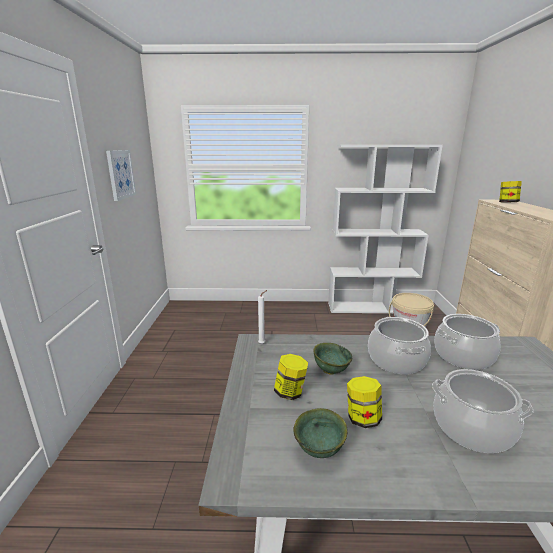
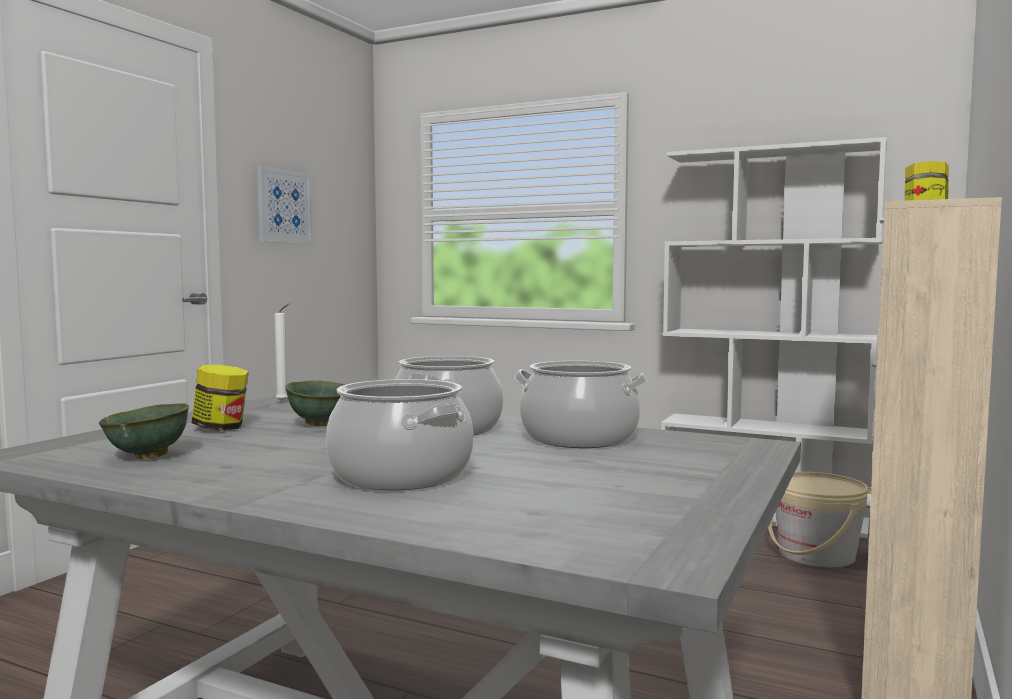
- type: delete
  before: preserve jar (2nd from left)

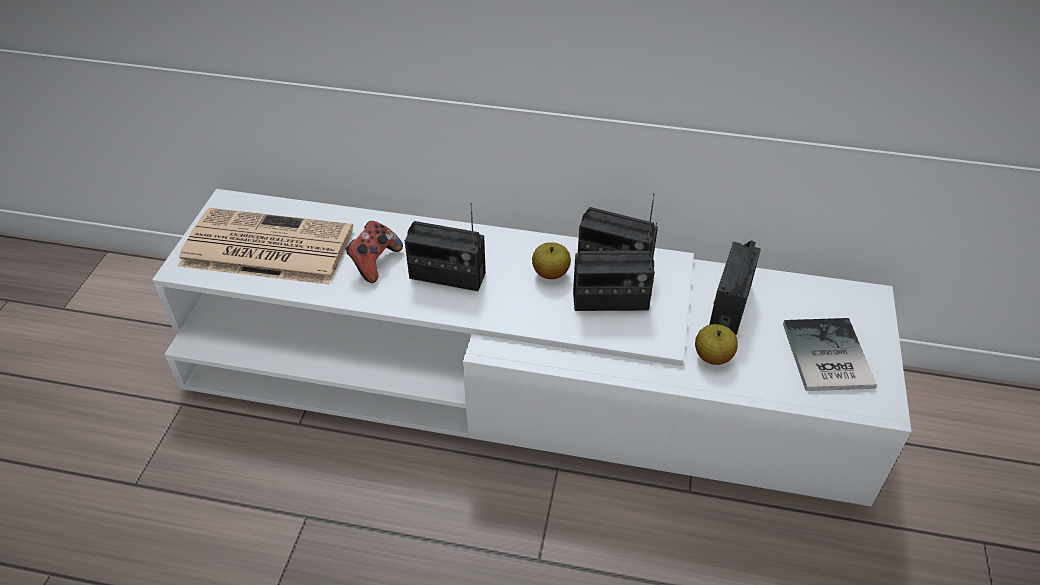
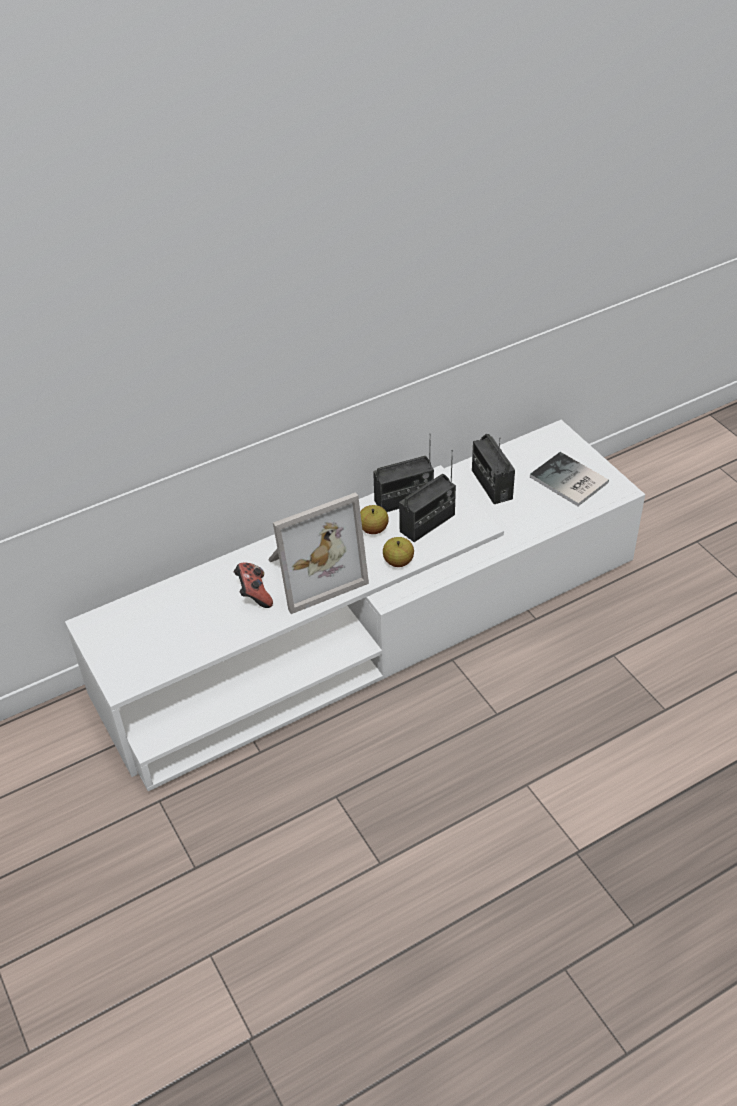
- type: replace
  before: radio receiver (1st from left)
  after: photo frame
- type: delete
  before: newspaper
- type: move
  before: whole apple (2nd from left)

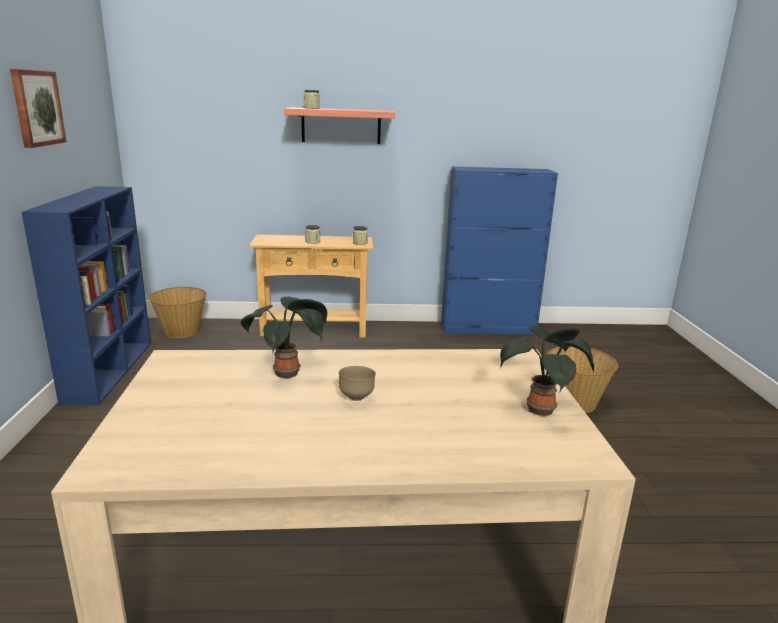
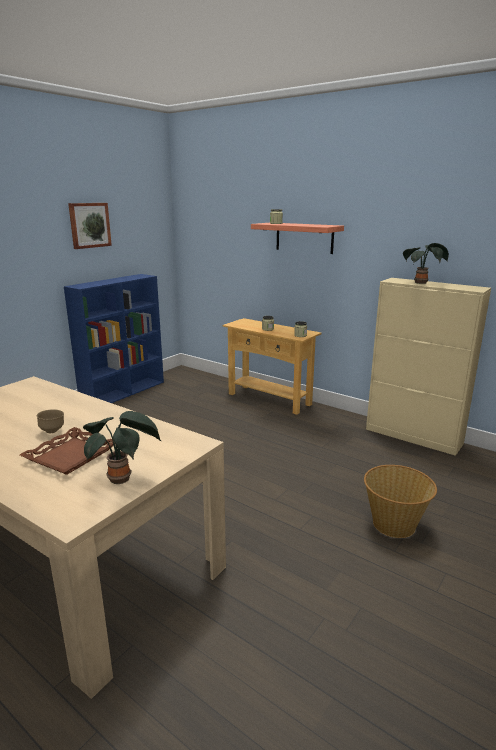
- type: recolor
  before: cupboard in blue
  after: cupboard in sand-coloured
- type: delete
  before: storage basket (1st from left)
- type: move
  before: potted plant (1st from left in the first image)
  after: potted plant (2nd from left)
- type: insert
  after: serving tray in brown-coloured

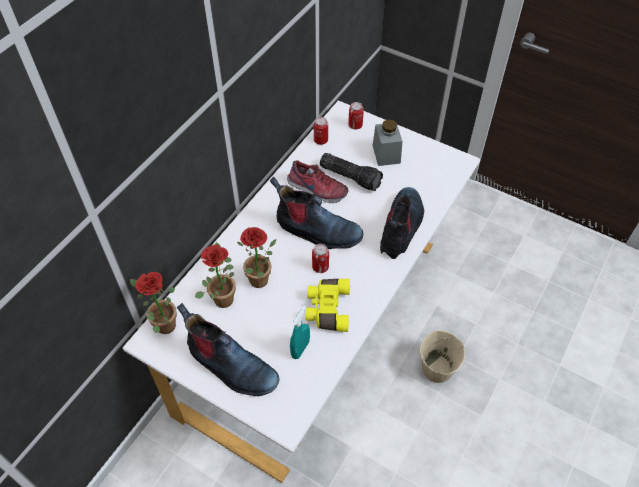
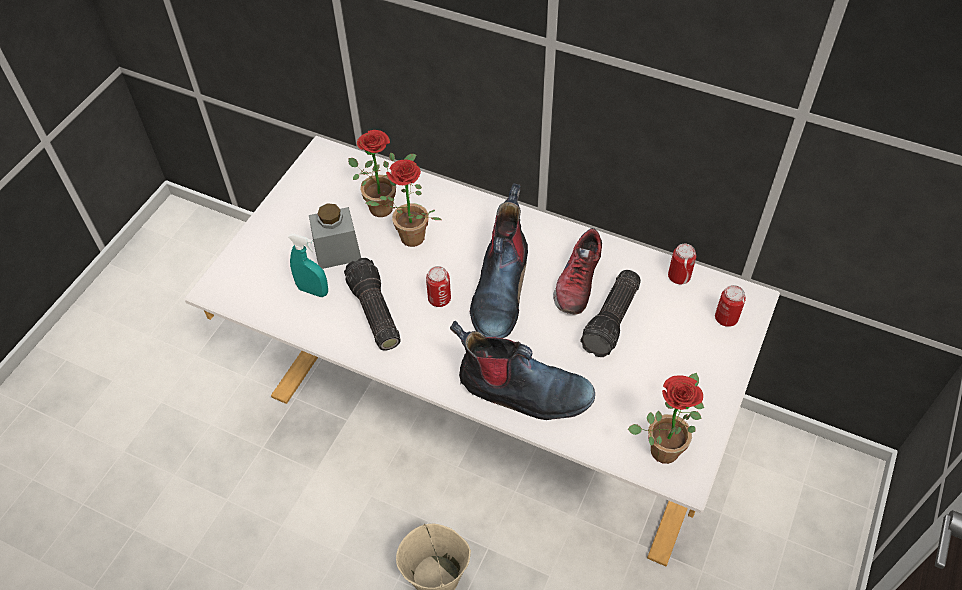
- type: move
  before: preserve jar in grey
- type: move
  before: potted plant (1st from left in the first image)
  after: potted plant (3rd from left)
- type: replace
  before: field glasses in yellowish
  after: hand torch (1st from left)
- type: delete
  before: tall boot (1st from left)

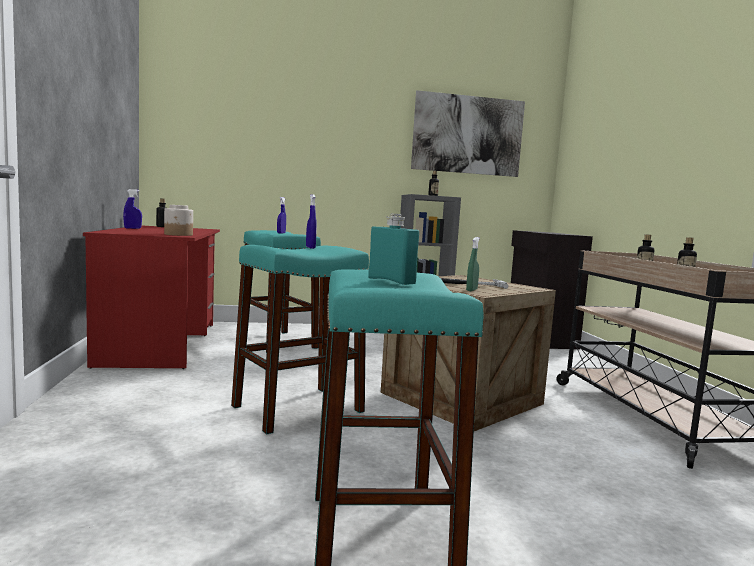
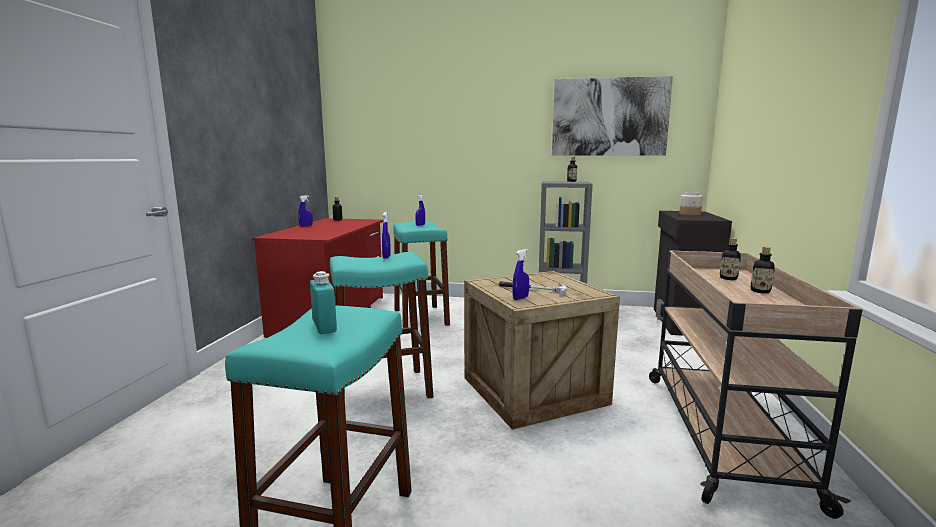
- type: move
  before: preserve jar
- type: recolor
  before: sprayer in green
  after: sprayer in blue (4th from left)

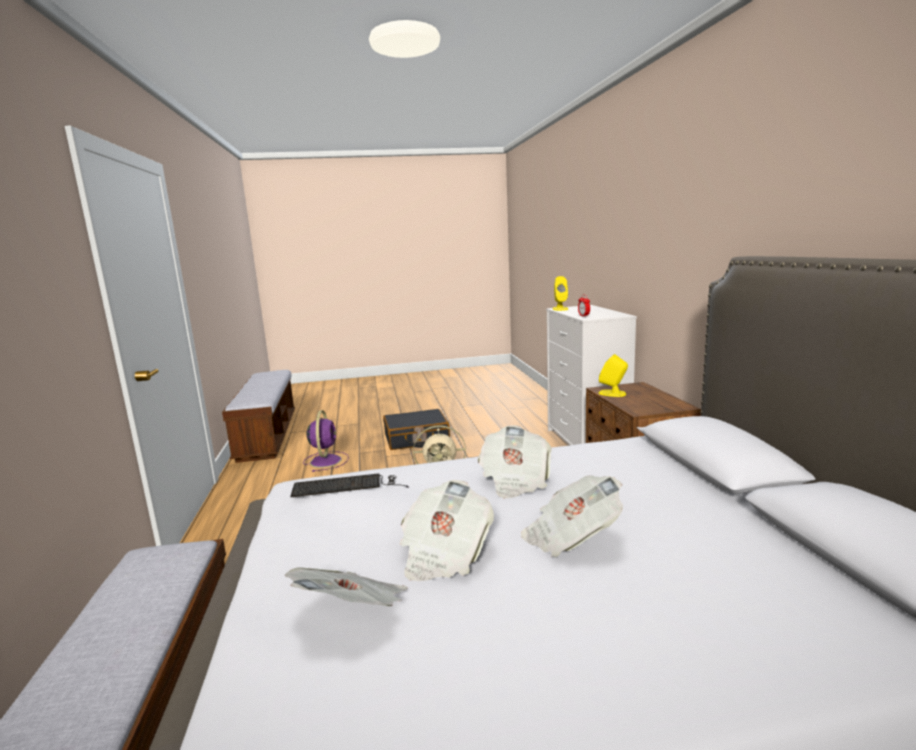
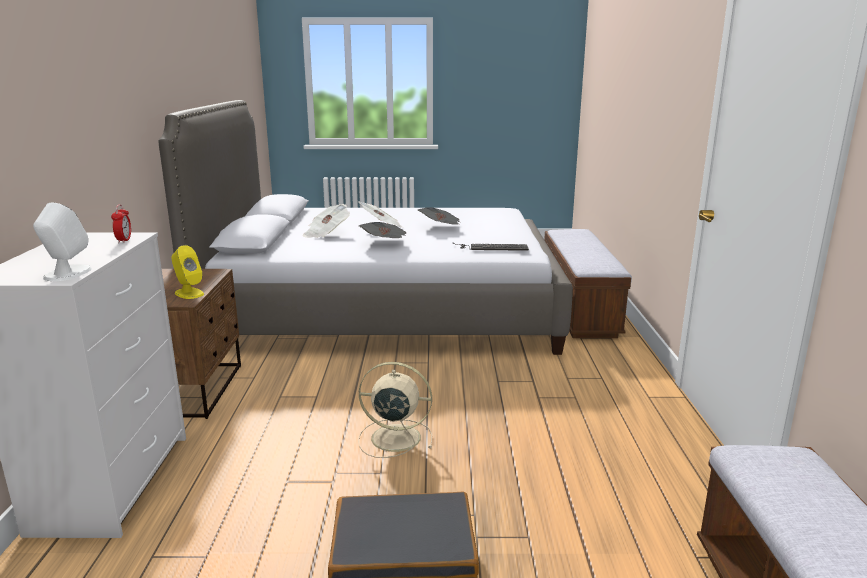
- type: recolor
  before: speaker in yellowish (1st from left)
  after: speaker in white-coloured
- type: delete
  before: fan in purplish
- type: move
  before: newspaper (1st from left)

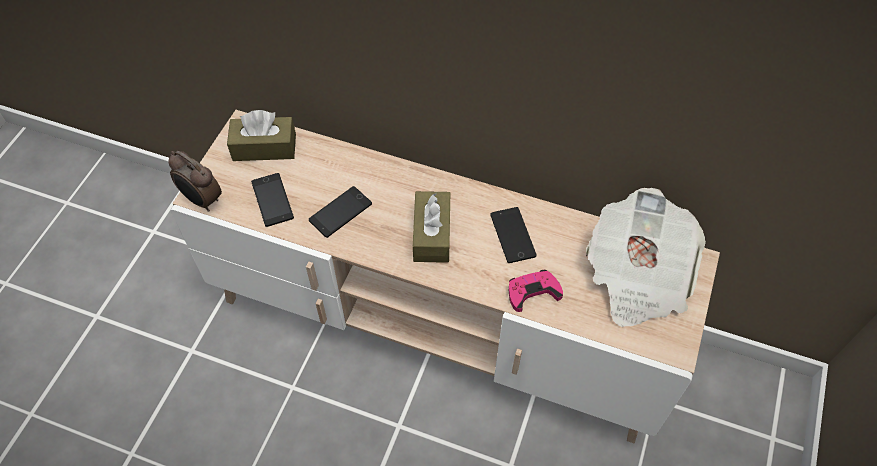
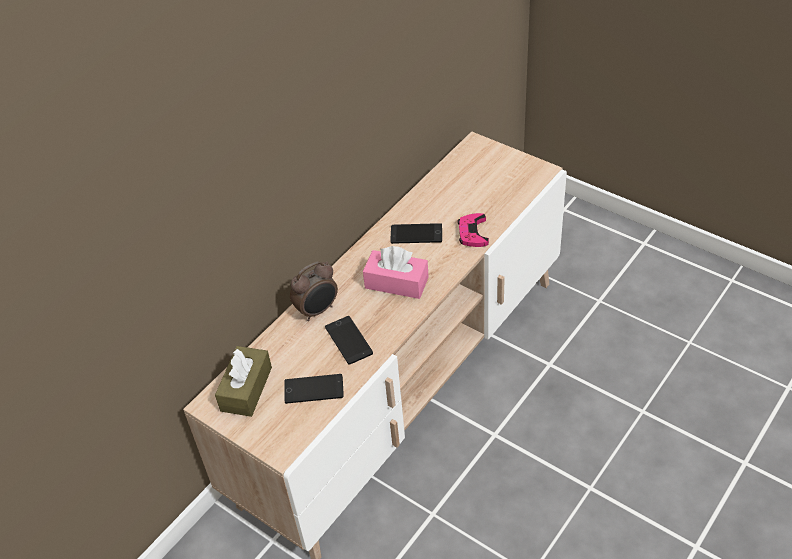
- type: move
  before: bedside clock
- type: delete
  before: newspaper
- type: recolor
  before: tissue holder in brown-coloured (2nd from left)
  after: tissue holder in pink-coloured

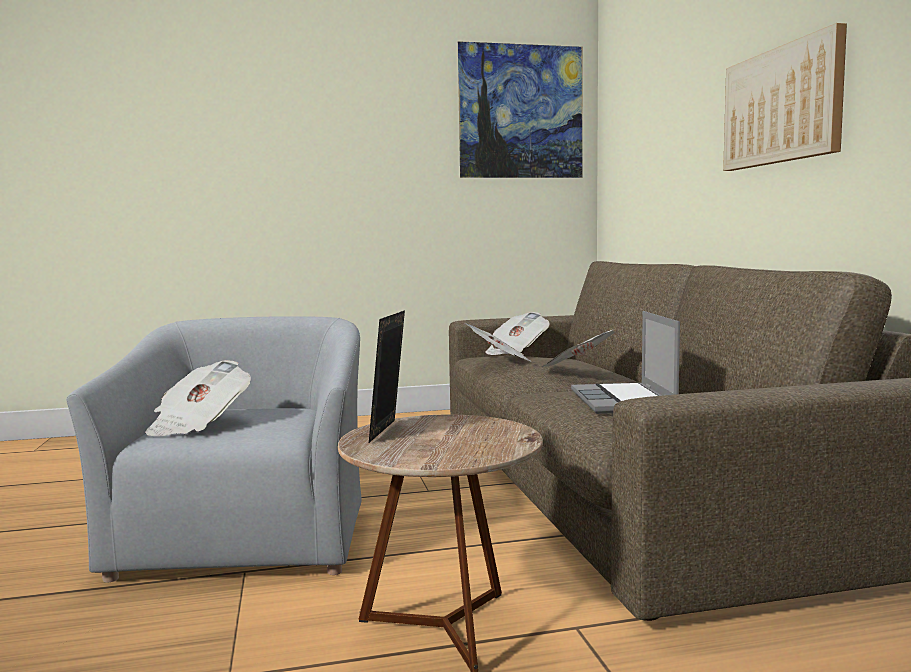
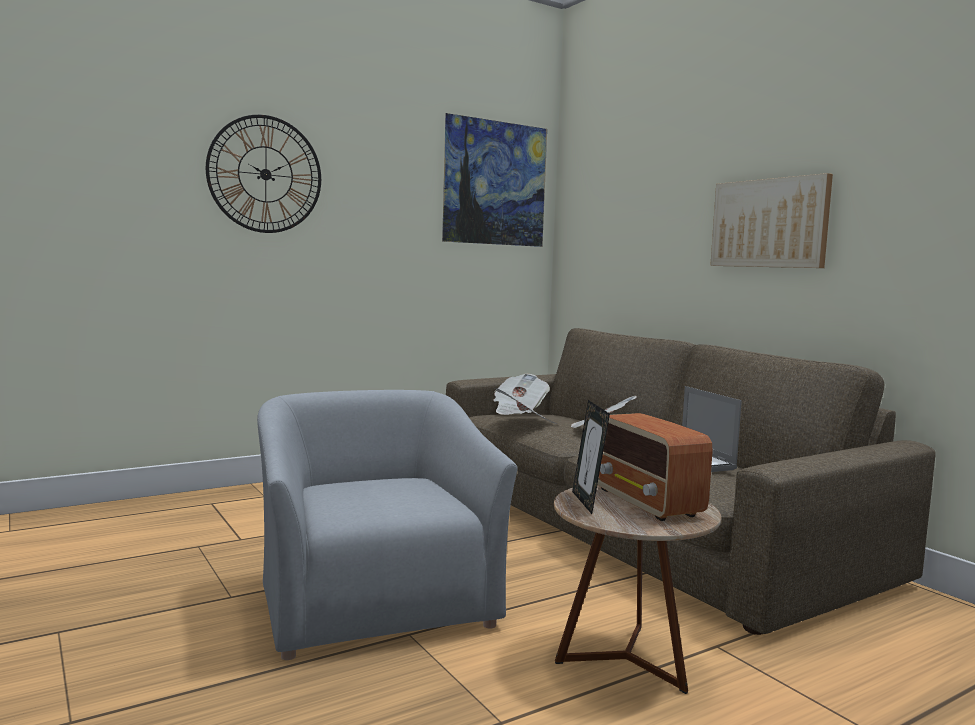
- type: delete
  before: newspaper (1st from left)
- type: insert
  after: clock on the wall
- type: insert
  after: radio receiver

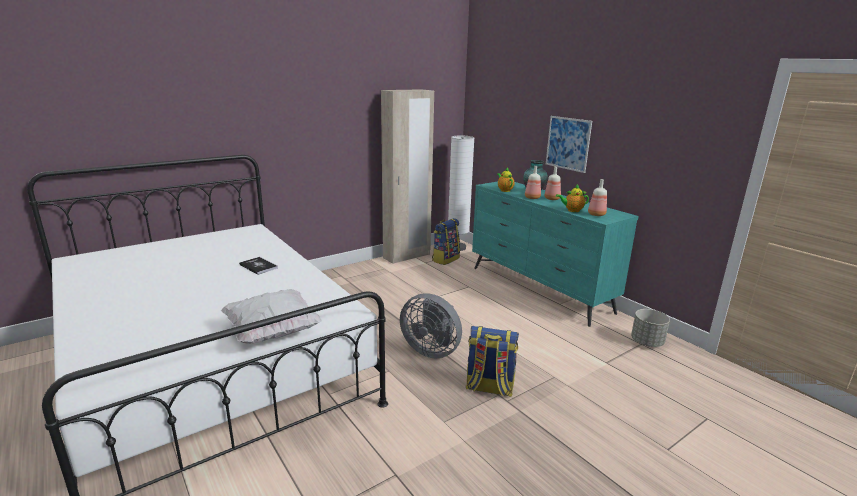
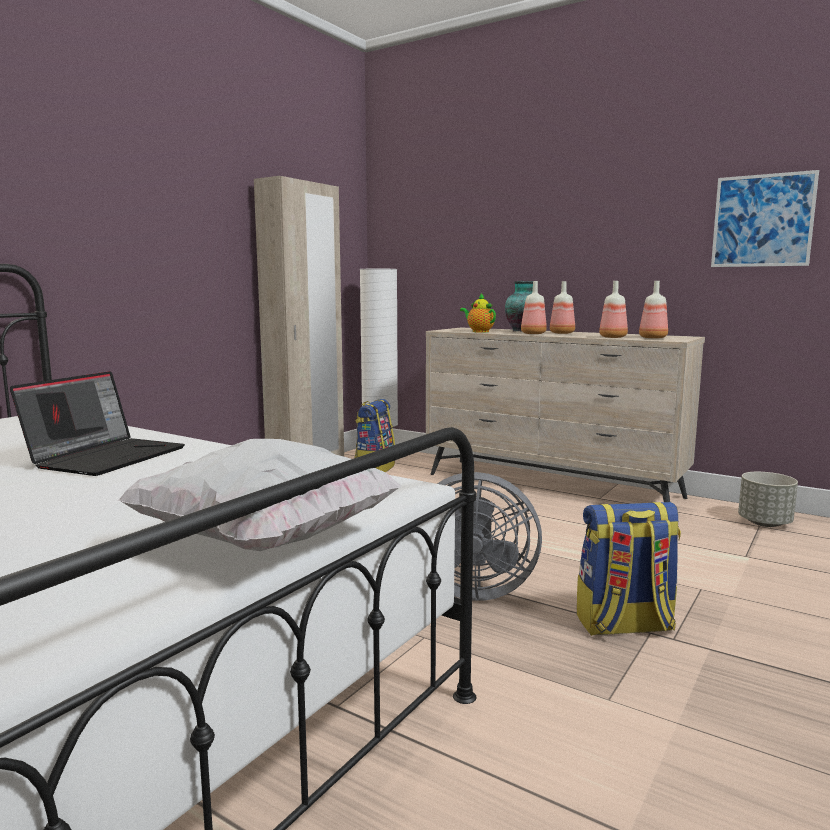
- type: move
  before: wall picture
- type: recolor
  before: drawer chest in turquoise-coloured
  after: drawer chest in sand-coloured
- type: replace
  before: teapot (2nd from left)
  after: beverage bottle (3rd from left)
- type: replace
  before: bound book
  after: portable computer

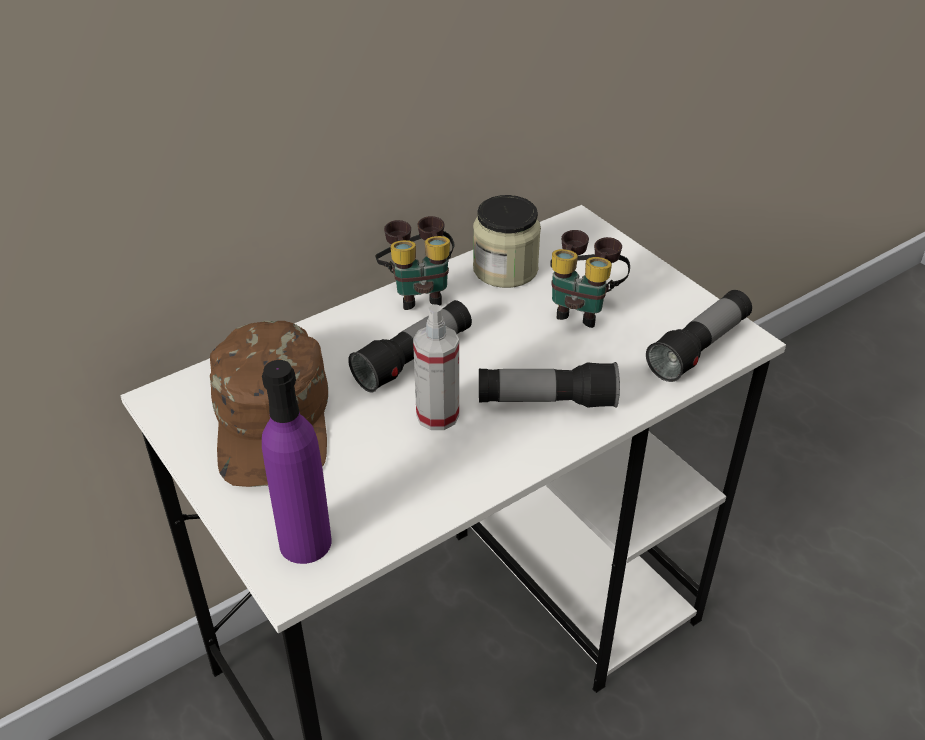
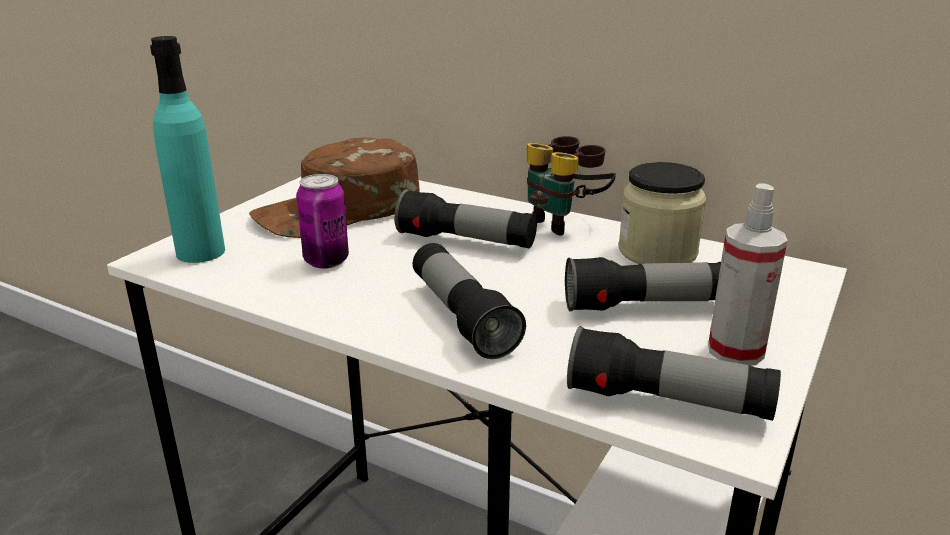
- type: replace
  before: field glasses (2nd from left)
  after: hand torch (3rd from left)
- type: move
  before: sprayer
- type: recolor
  before: beverage bottle in purplish
  after: beverage bottle in turquoise-coloured
- type: insert
  after: sealed can

